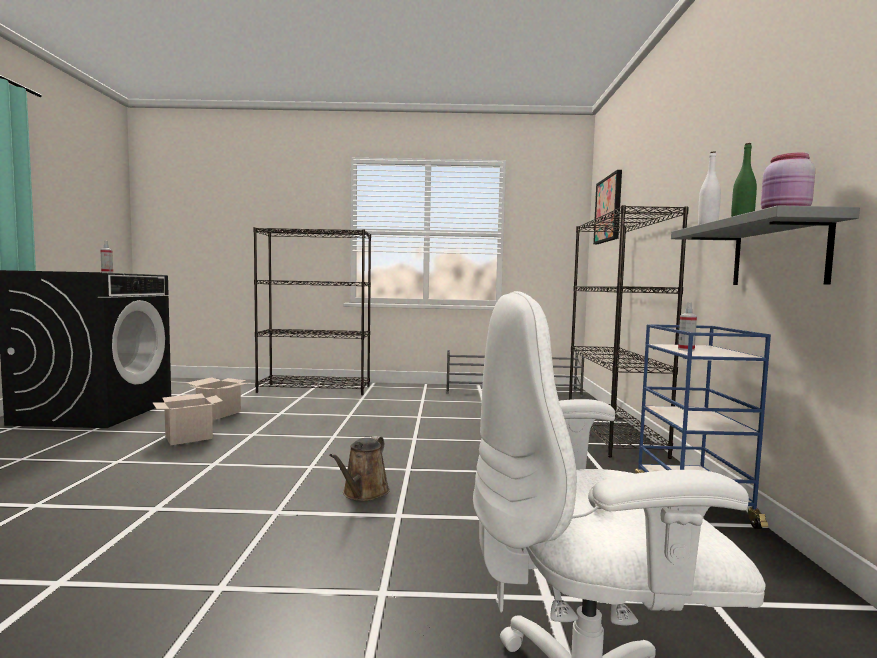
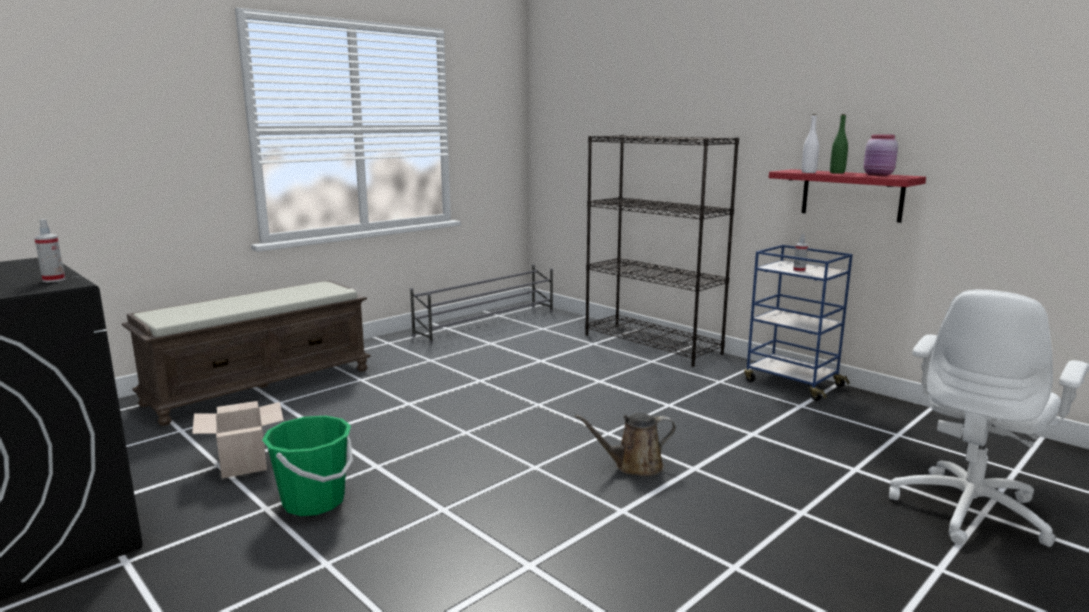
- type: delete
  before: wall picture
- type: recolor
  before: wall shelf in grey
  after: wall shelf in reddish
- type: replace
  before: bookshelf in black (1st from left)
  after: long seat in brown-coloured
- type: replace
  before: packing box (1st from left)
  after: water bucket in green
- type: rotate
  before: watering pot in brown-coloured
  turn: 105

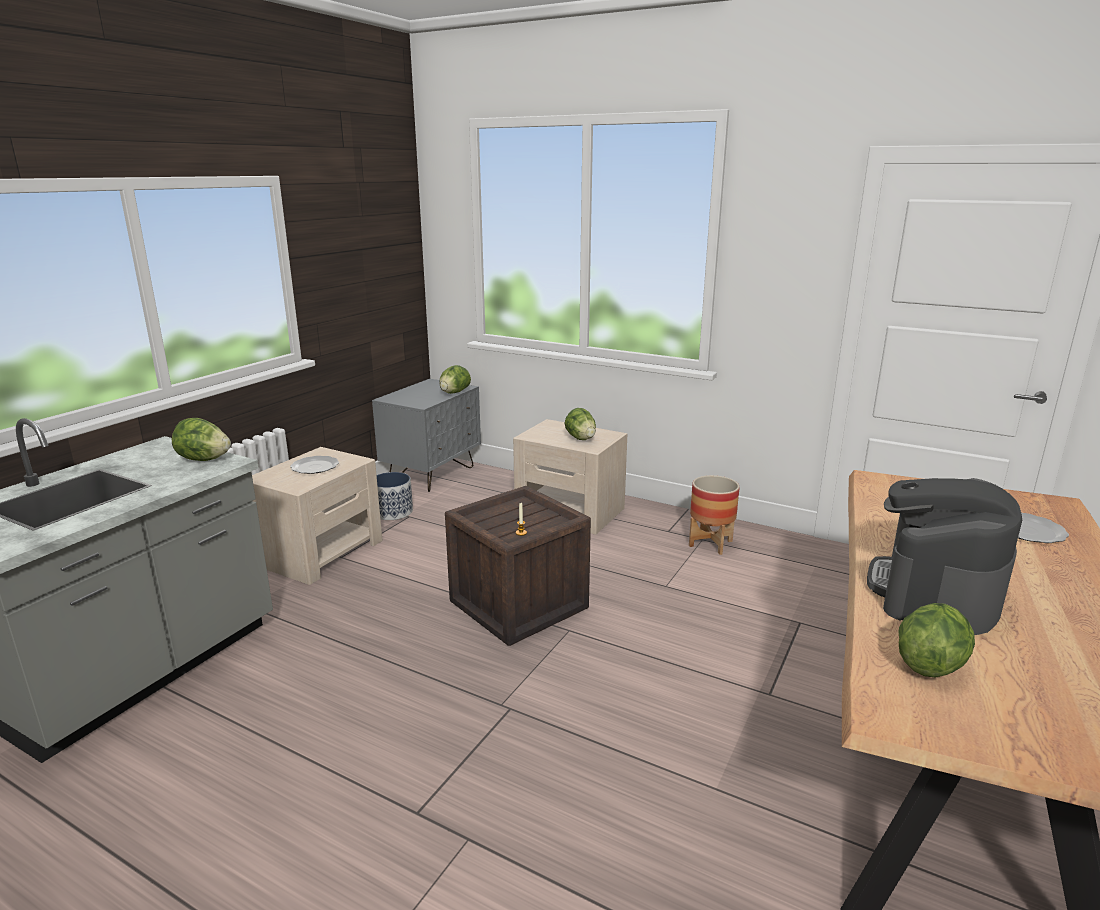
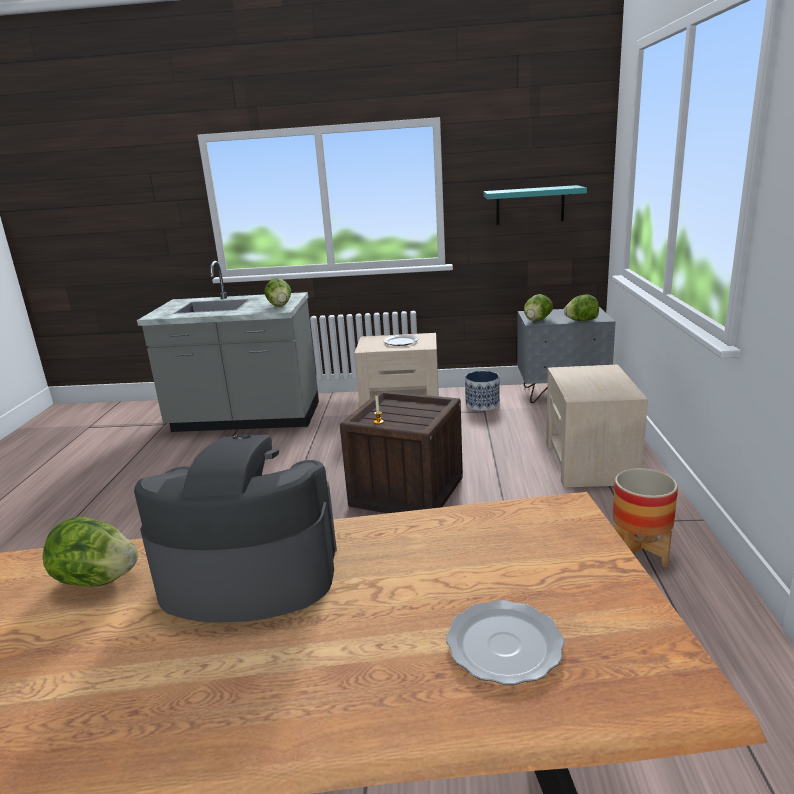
- type: move
  before: head of lettuce (3rd from left)
- type: insert
  after: wall shelf in turquoise-coloured

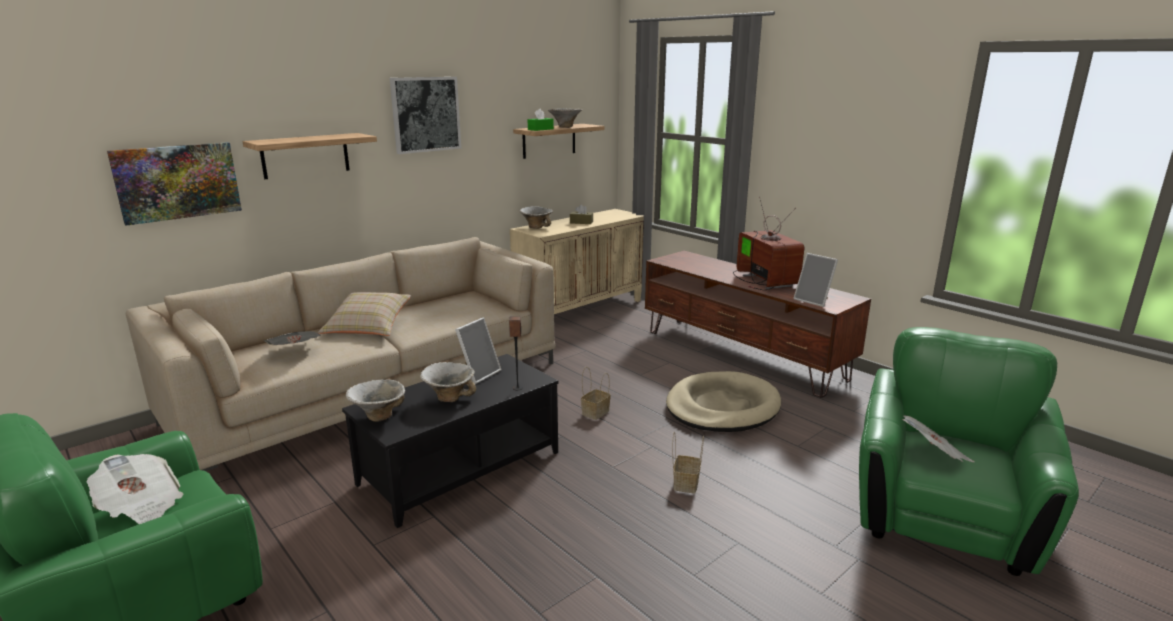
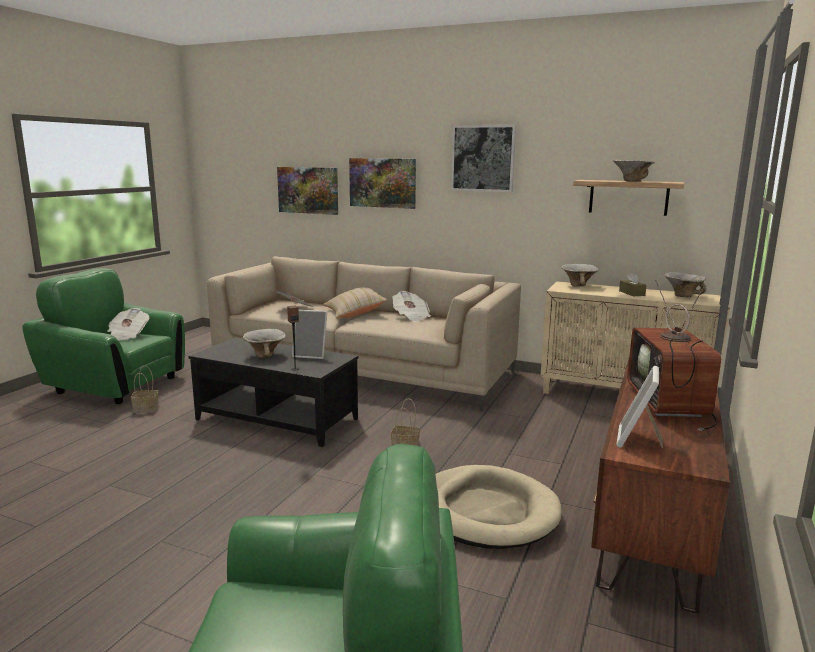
- type: delete
  before: tissue holder in green
- type: replace
  before: wall shelf (1st from left)
  after: wall picture (2nd from left)
- type: rotate
  before: television
  turn: 135
- type: move
  before: bowl (1st from left in the first image)
  after: bowl (4th from left)
- type: move
  before: newspaper (3rd from left)
- type: move
  before: storage basket (2nd from left in the first image)
  after: storage basket (1st from left)

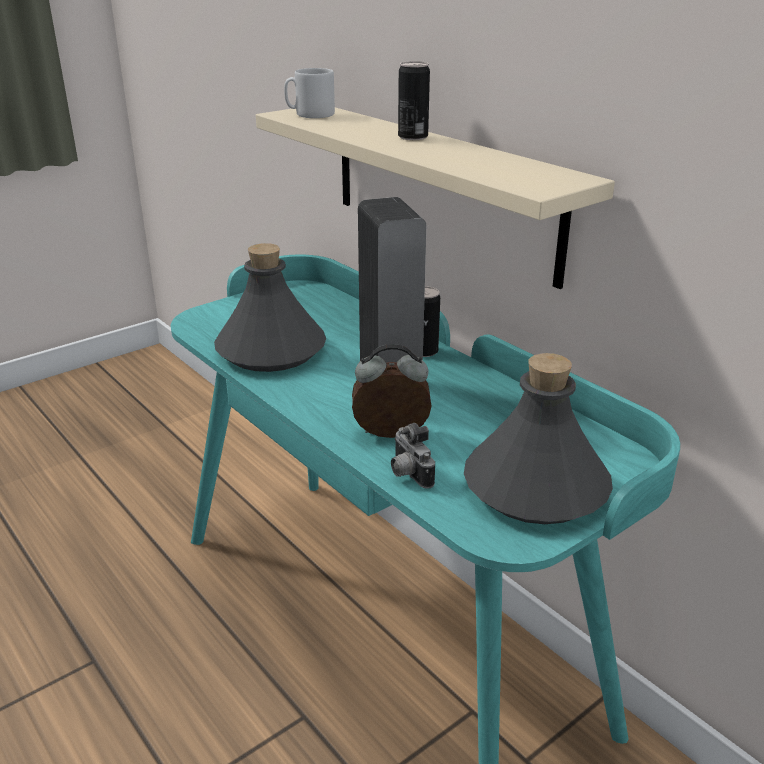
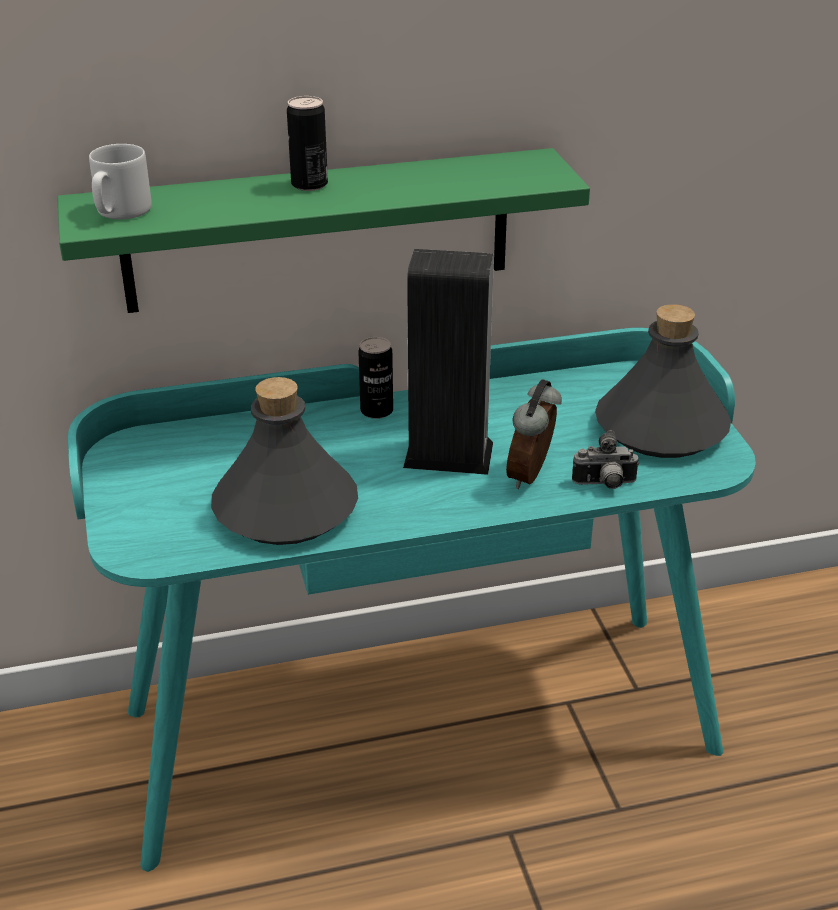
- type: recolor
  before: wall shelf in sand-coloured
  after: wall shelf in green

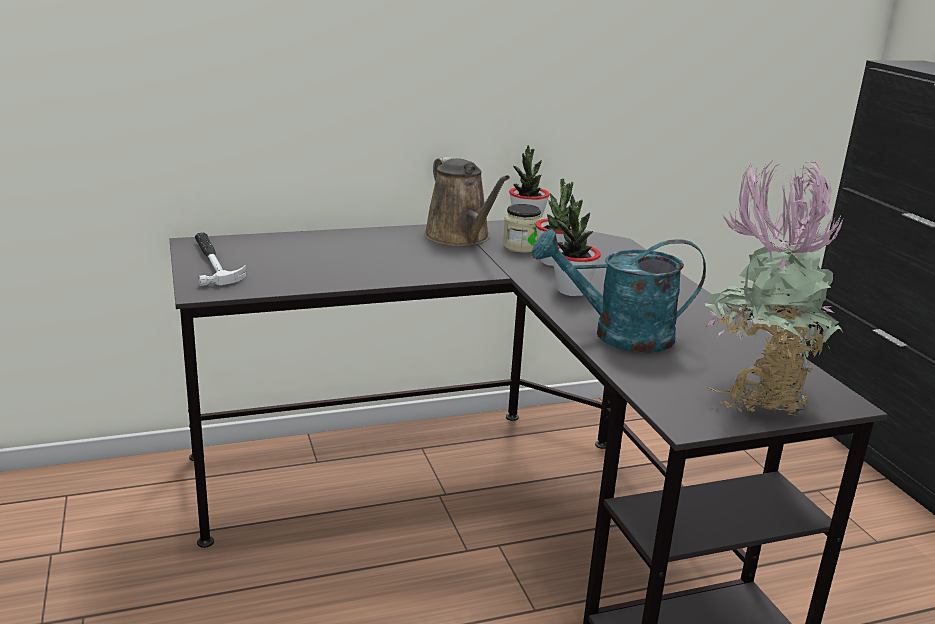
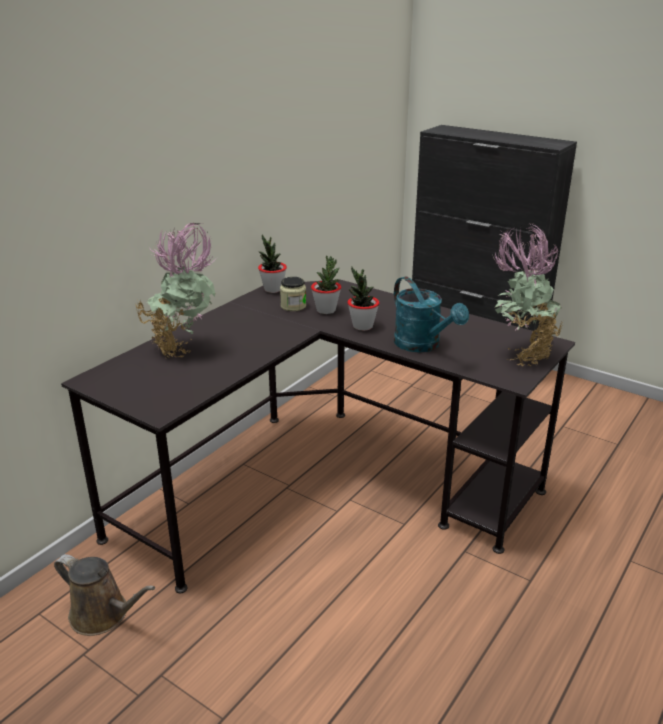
- type: move
  before: watering pot in brown-coloured
- type: rotate
  before: watering pot in turquoise-coloured
  turn: -90
- type: delete
  before: hand hammer
- type: insert
  after: potted plant (1st from left)

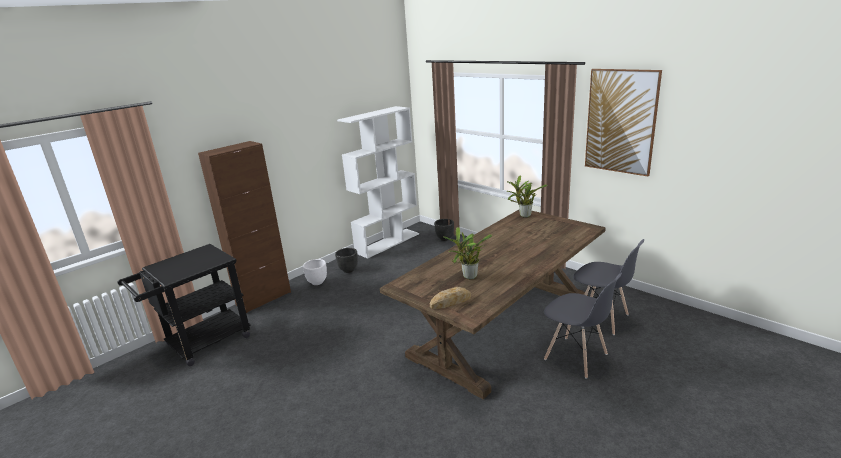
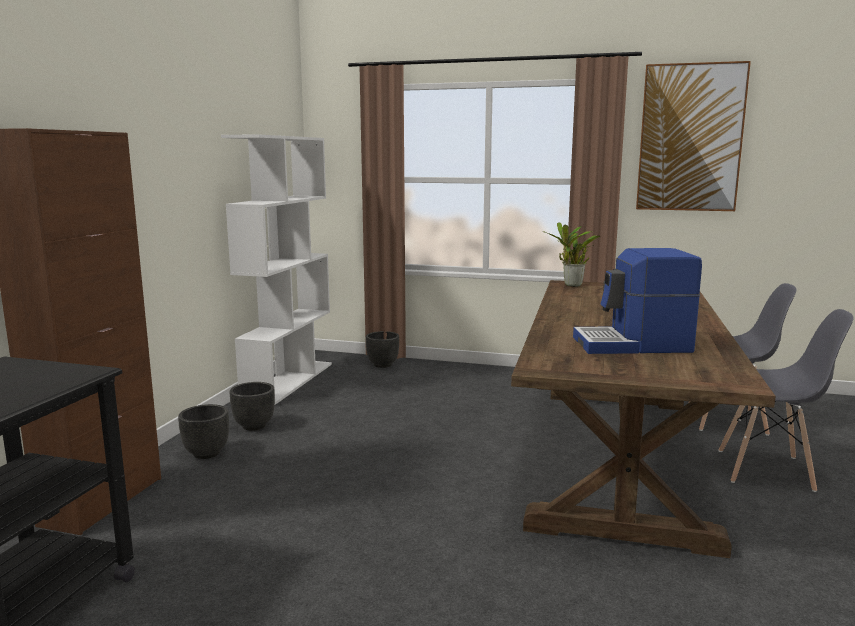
- type: replace
  before: potted plant (1st from left)
  after: coffee brewer
- type: recolor
  before: flower pot in white-coloured
  after: flower pot in black (1st from left)
- type: delete
  before: bakery bread

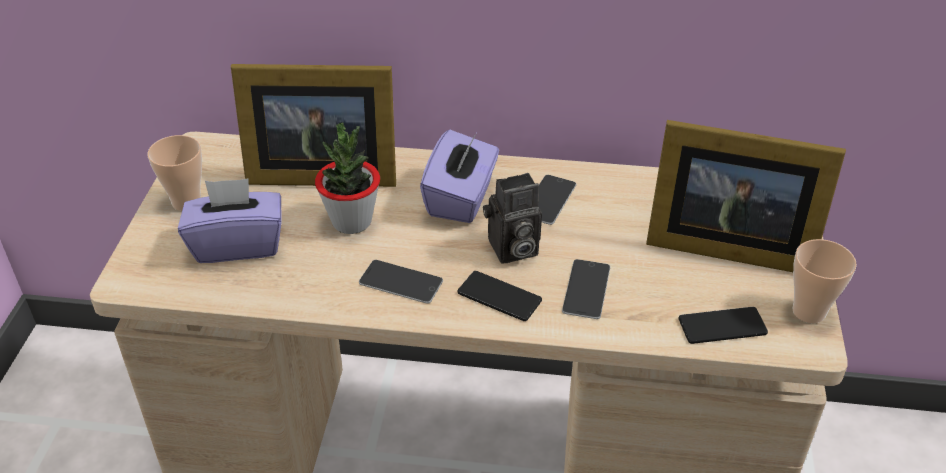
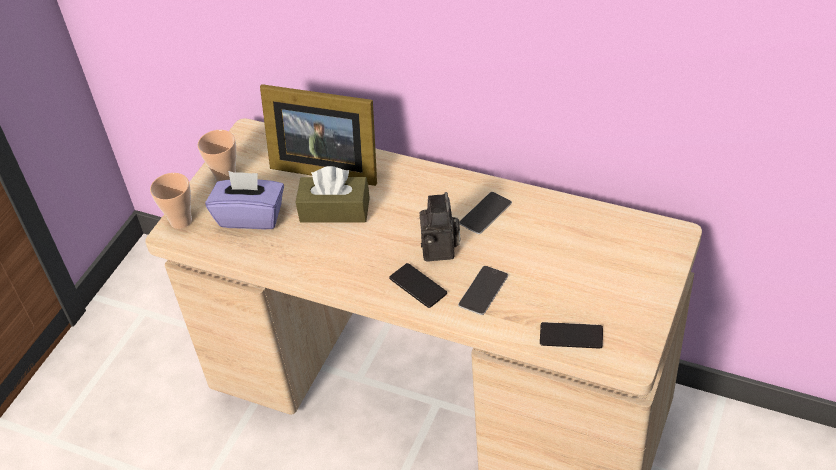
- type: delete
  before: photo frame (2nd from left)
- type: replace
  before: potted plant
  after: tissue holder in brown-coloured
- type: delete
  before: tissue holder in purplish (2nd from left)
- type: rotate
  before: still camera
  turn: -90
- type: move
  before: cup (2nd from left in the first image)
  after: cup (1st from left)
- type: delete
  before: phone (1st from left)

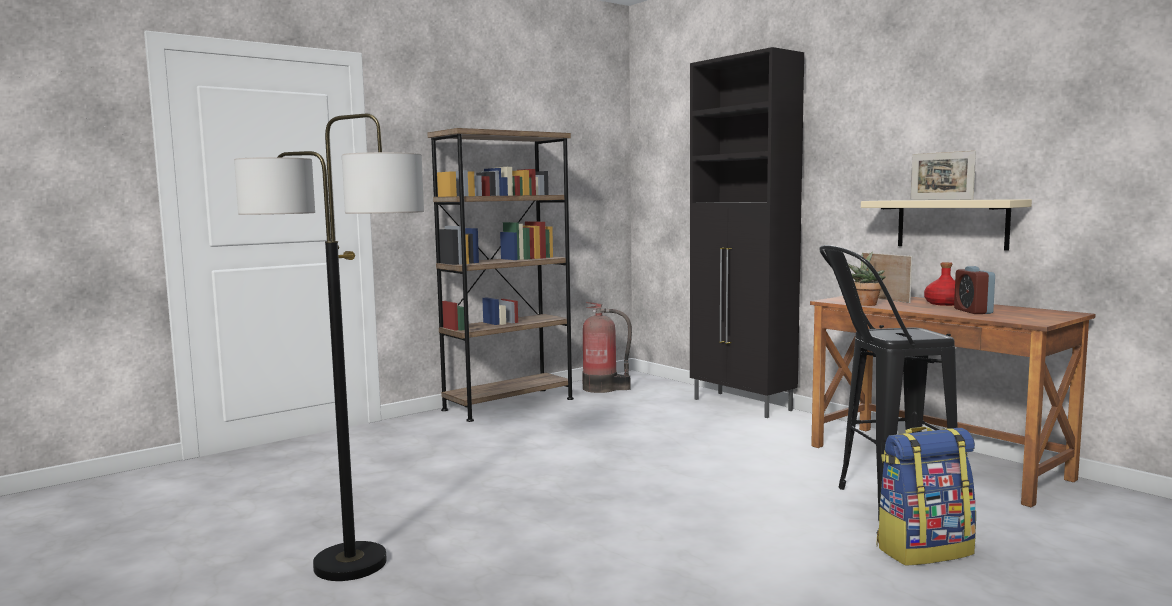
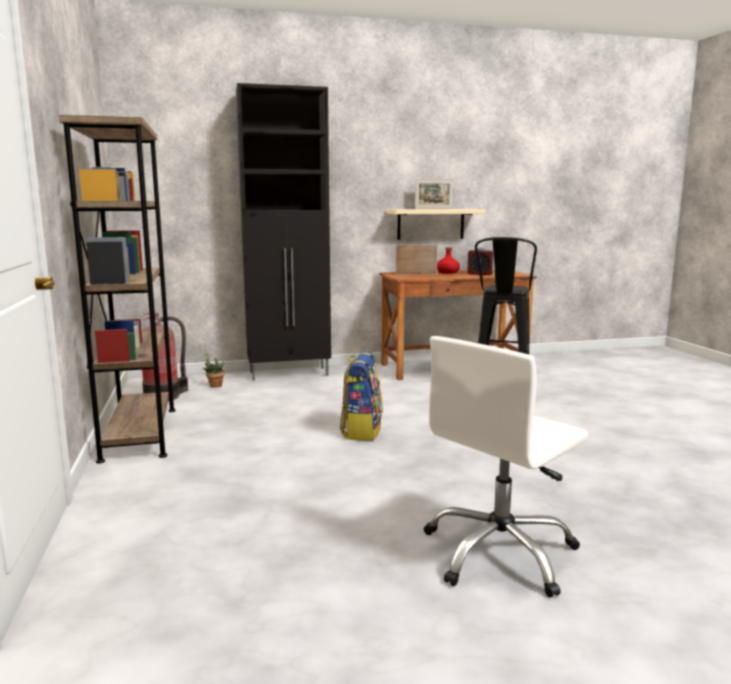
- type: replace
  before: floor lamp
  after: office chair in white-coloured
- type: move
  before: potted plant
- type: move
  before: rucksack

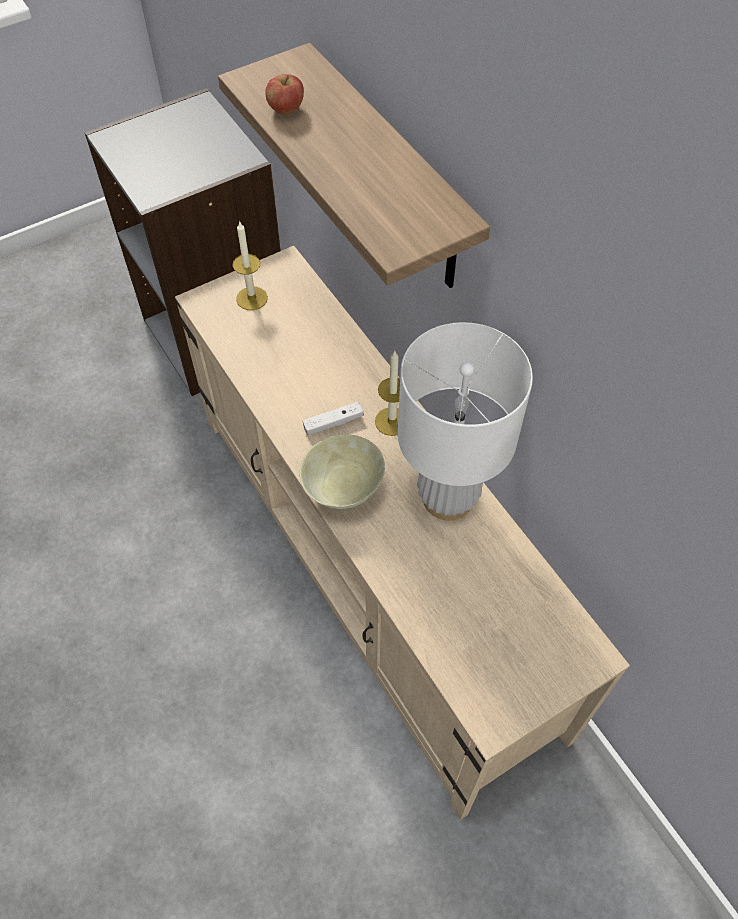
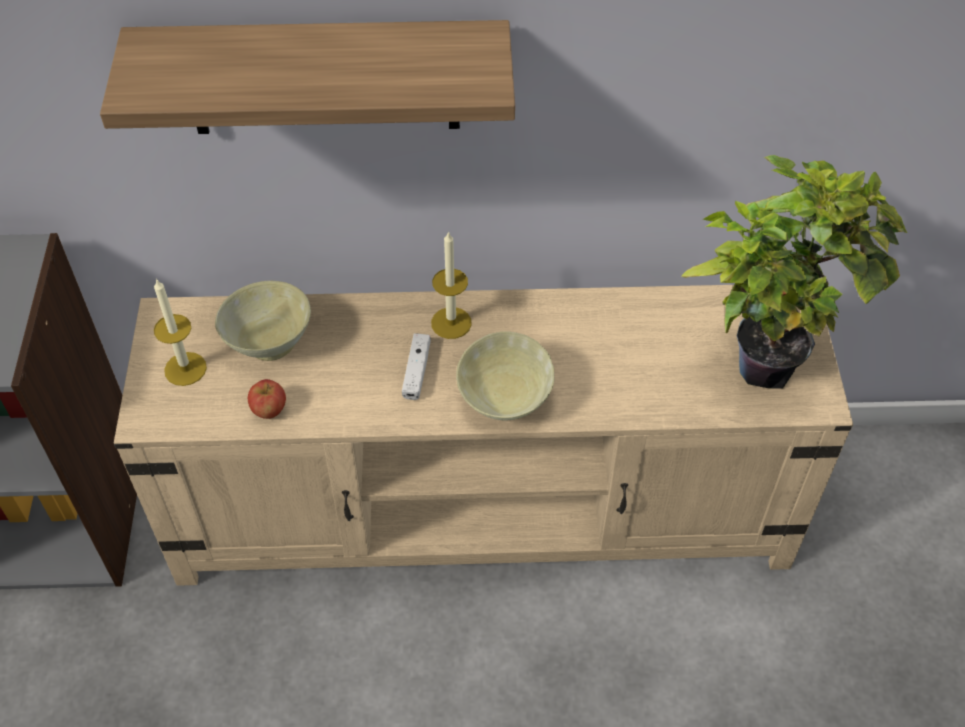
- type: move
  before: whole apple
- type: delete
  before: lamp for a table in white-coloured
- type: insert
  after: potted plant
- type: insert
  after: bowl in sand-coloured (1st from left)

